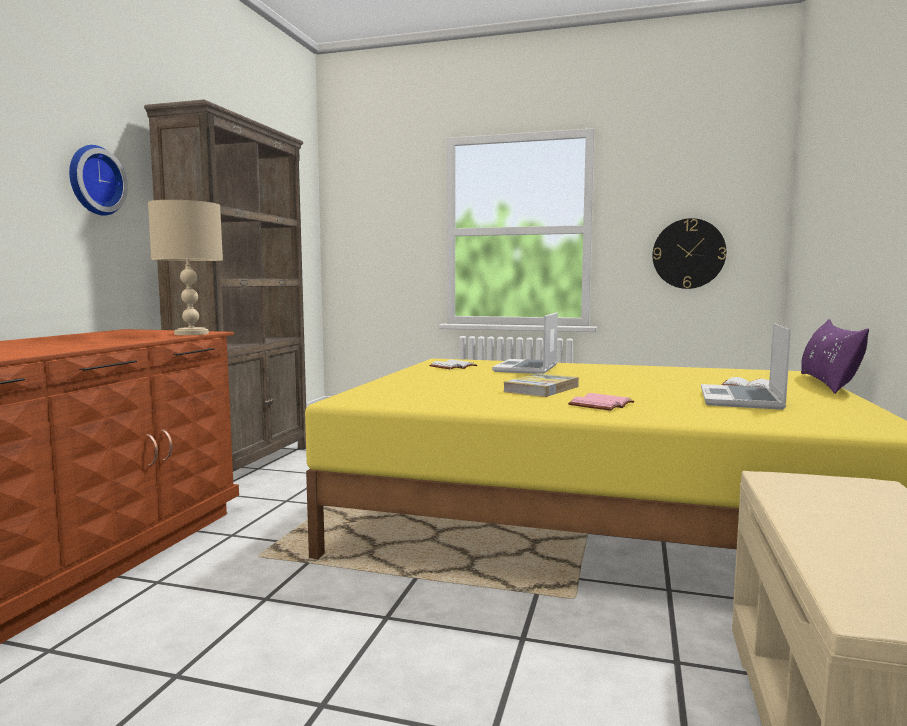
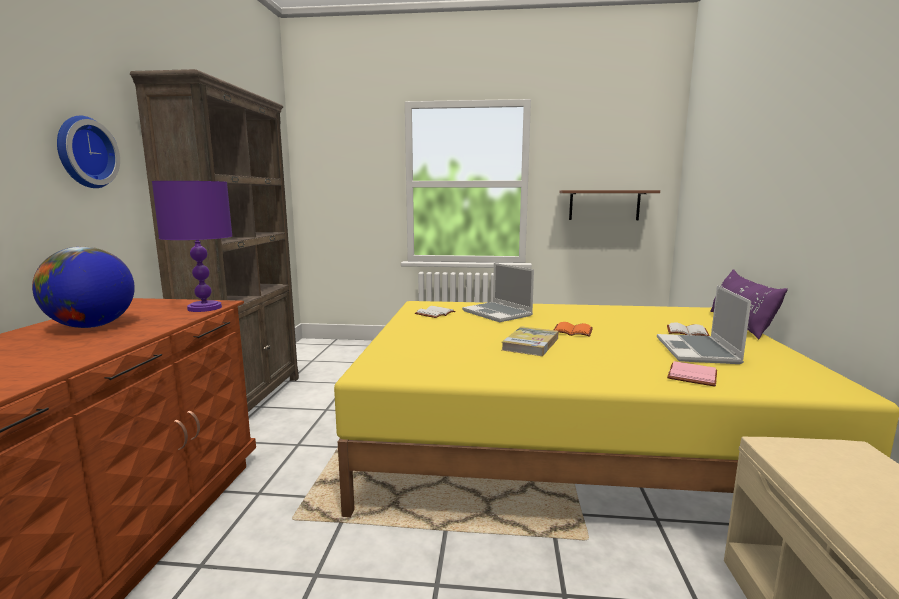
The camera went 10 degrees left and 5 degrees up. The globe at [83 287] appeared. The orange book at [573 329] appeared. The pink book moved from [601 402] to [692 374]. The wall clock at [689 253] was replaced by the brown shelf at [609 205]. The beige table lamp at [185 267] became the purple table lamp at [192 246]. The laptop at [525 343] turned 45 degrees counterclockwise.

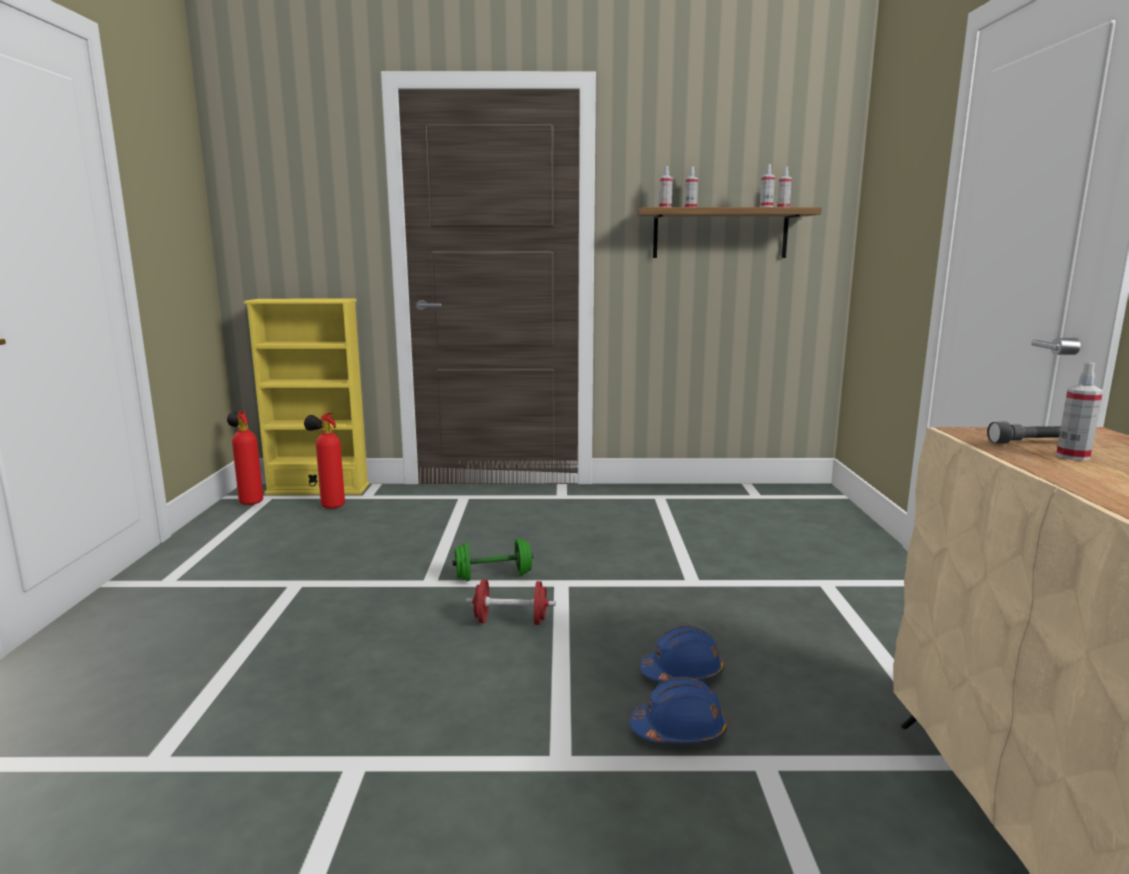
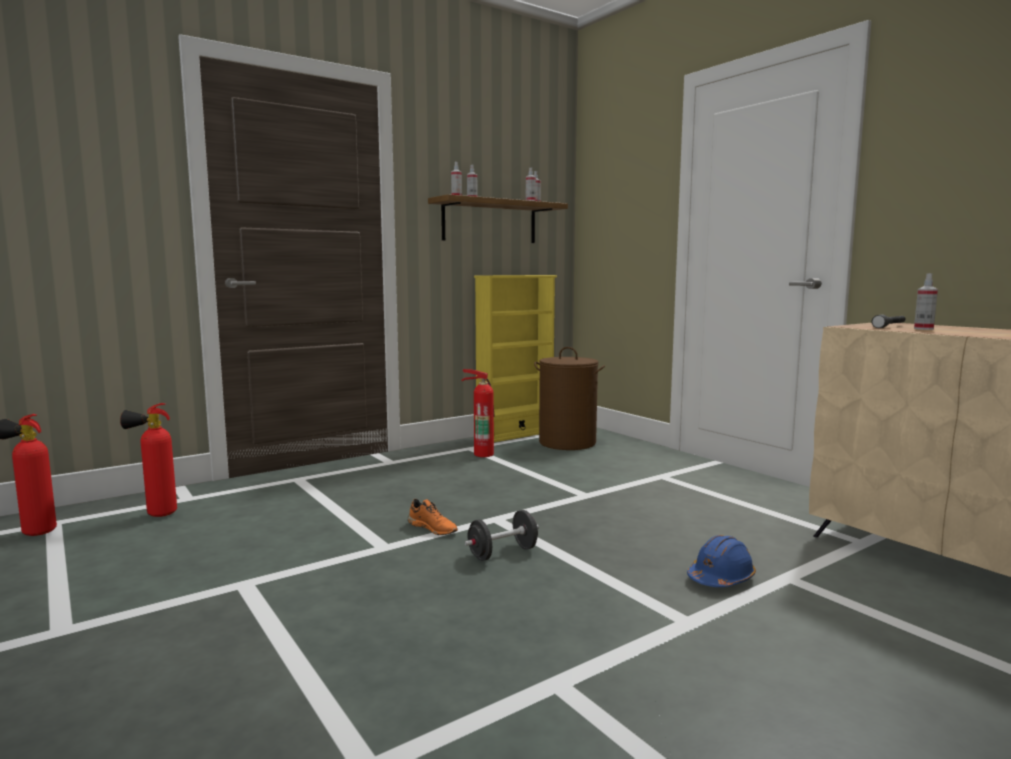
The camera went 35 degrees left and 5 degrees down. The blue hard hat at [682 654] disappeared. The fire extinguisher at [478 413] appeared. The brown laundry basket at [569 398] appeared. The yellow bookcase moved from [306 397] to [515 358]. The green dumbbell at [492 559] was replaced by the orange shoe at [433 517]. The red dumbbell at [511 602] became the black dumbbell at [502 535].

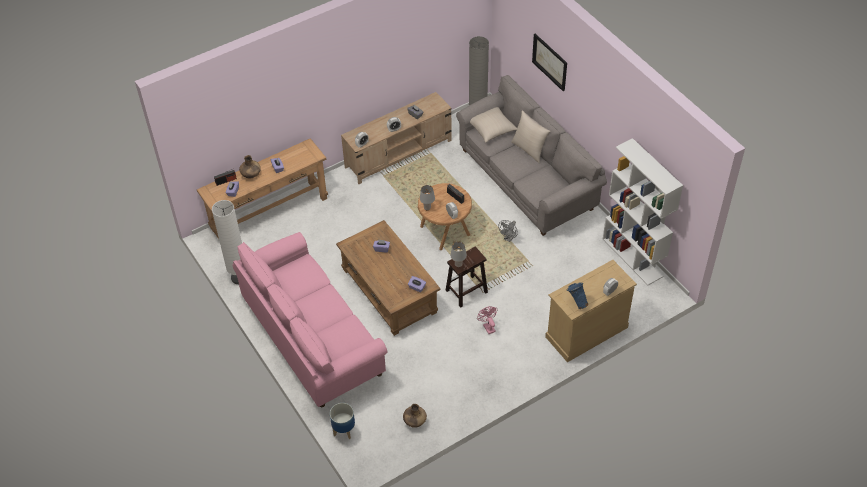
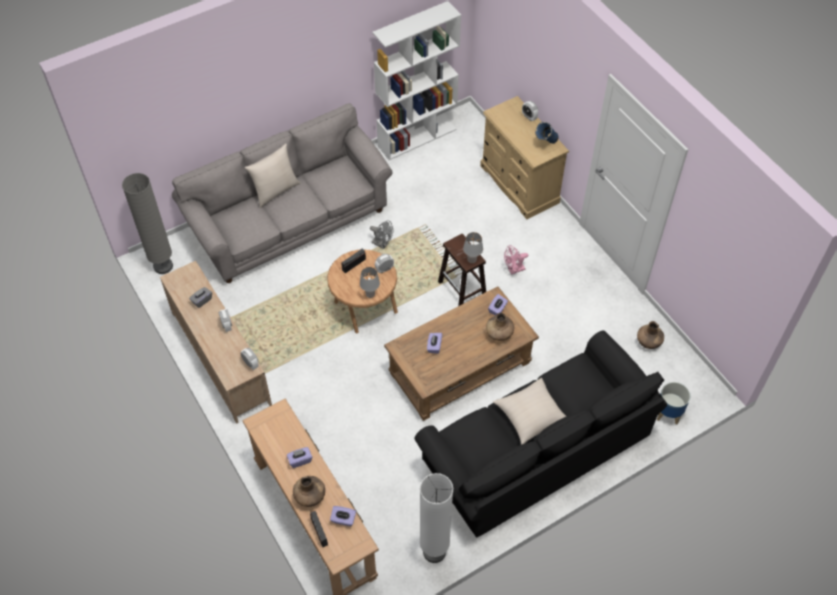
The camera went 90 degrees left and 5 degrees up. The picture at [549 62] disappeared. The brown vase at [500 327] appeared. The beige pillow moved from [493 125] to [529 411]. The pink sofa at [310 319] became the black sofa at [540 434].

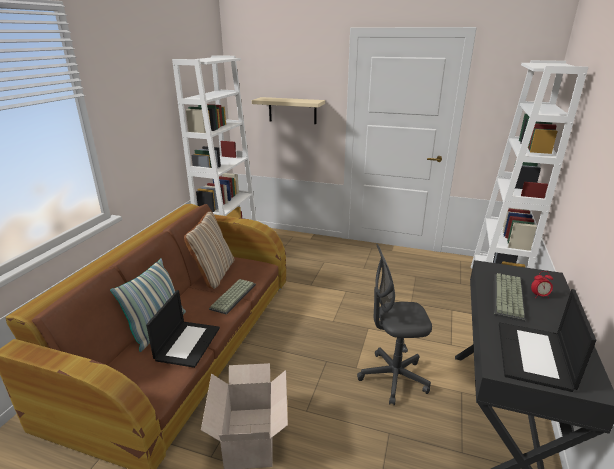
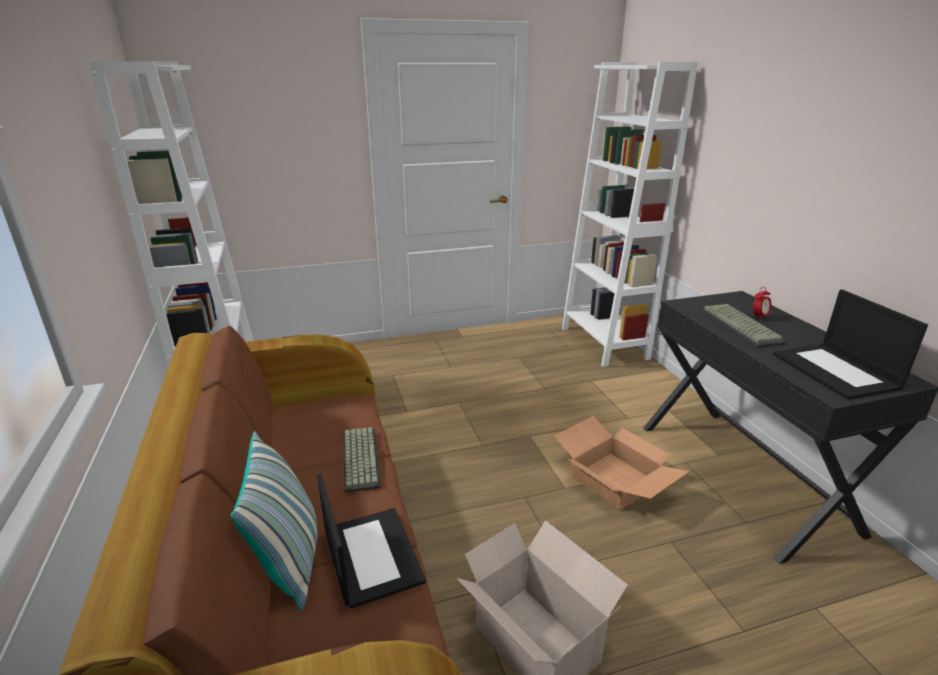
The camera went 35 degrees left and 0 degrees up. The beige pillow at [209 250] disappeared. The beige shelf at [288 110] disappeared. The grey office chair at [394 324] was replaced by the cardboard box at [622 463].

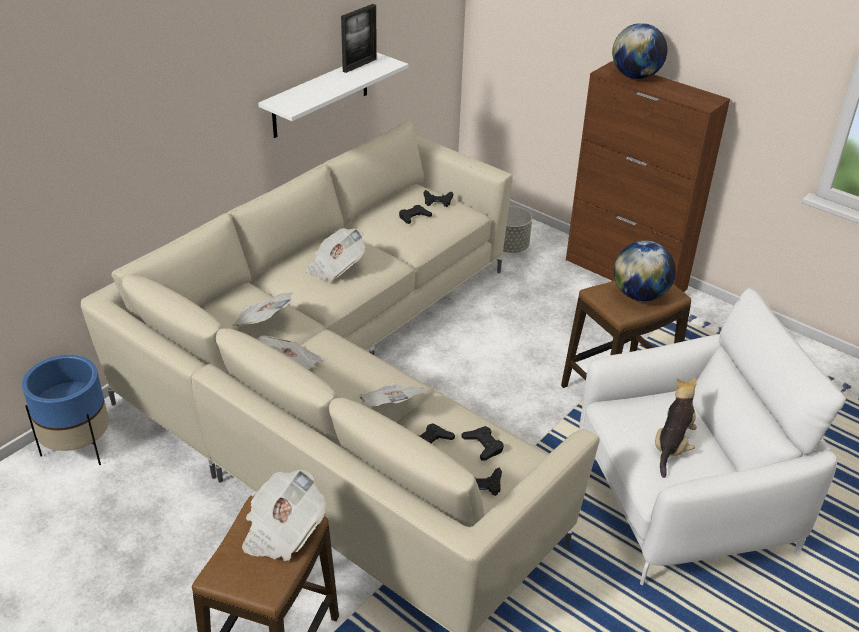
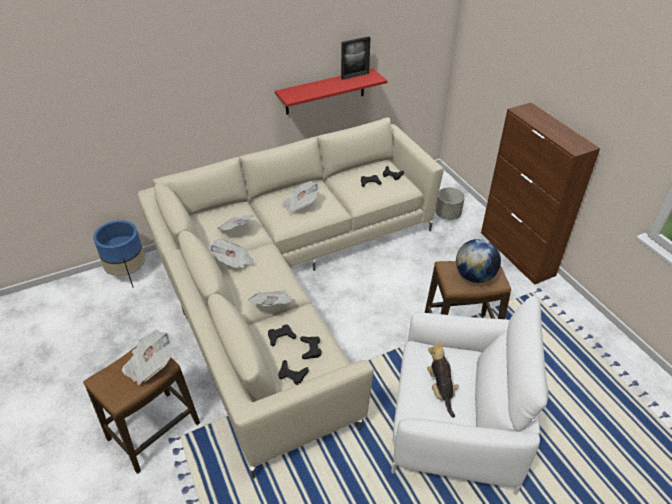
The camera went 25 degrees right and 5 degrees up. The globe at [640 51] disappeared. The white shelf at [333 95] became the red shelf at [331 91]. The plush toy at [676 427] turned 60 degrees counterclockwise.

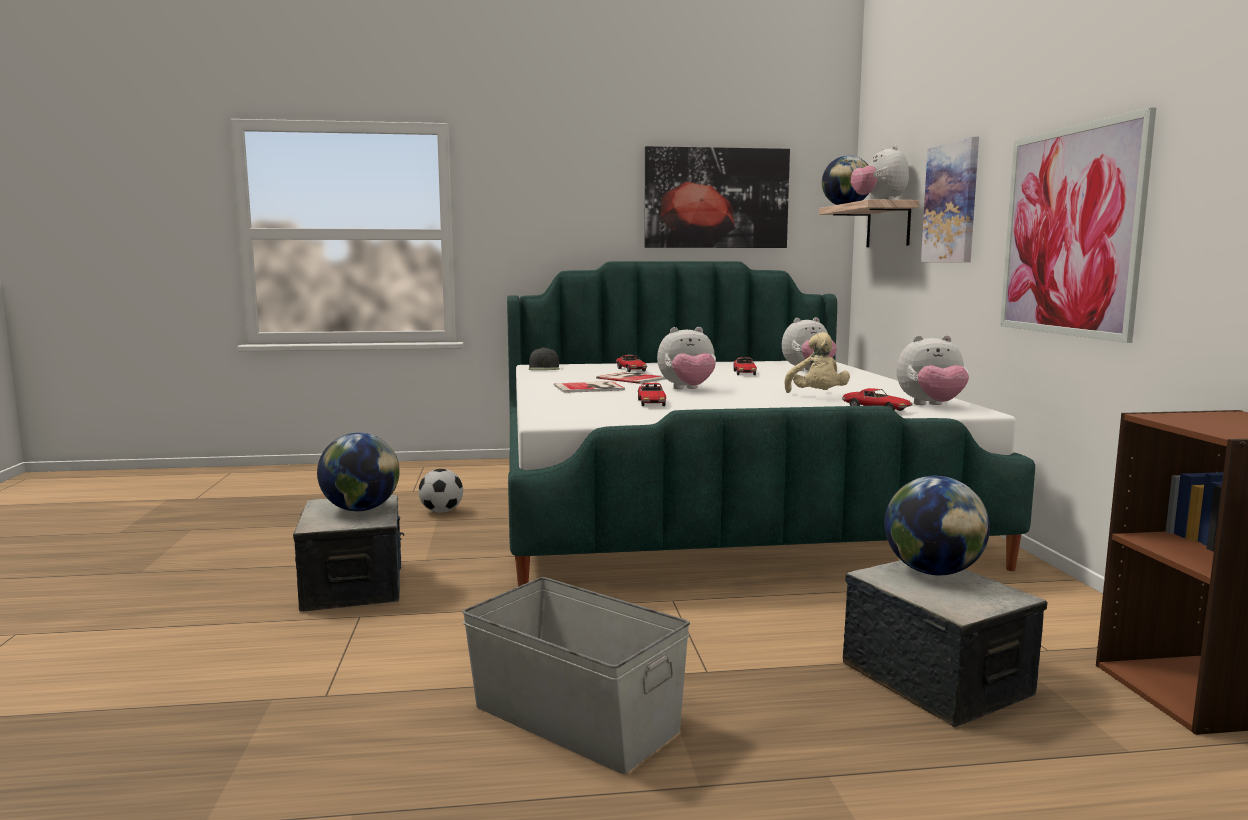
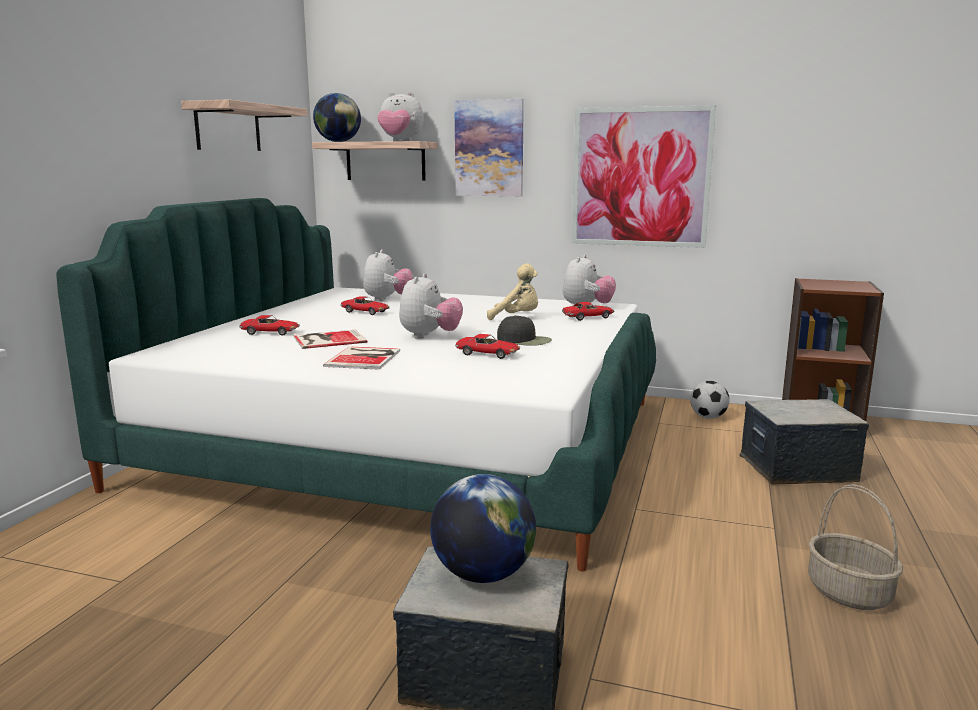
The camera went 65 degrees left and 5 degrees up. The globe at [937 525] disappeared. The football moved from [440 491] to [710 400]. The black cap moved from [544 358] to [524 330]. The grey storage box at [576 675] was replaced by the basket at [855 547]. The picture at [717 197] was replaced by the shelf at [244 125].

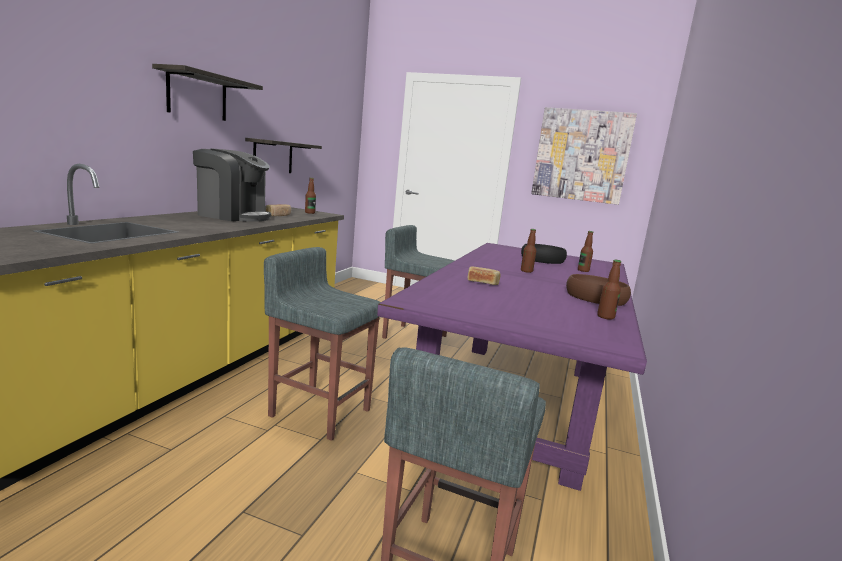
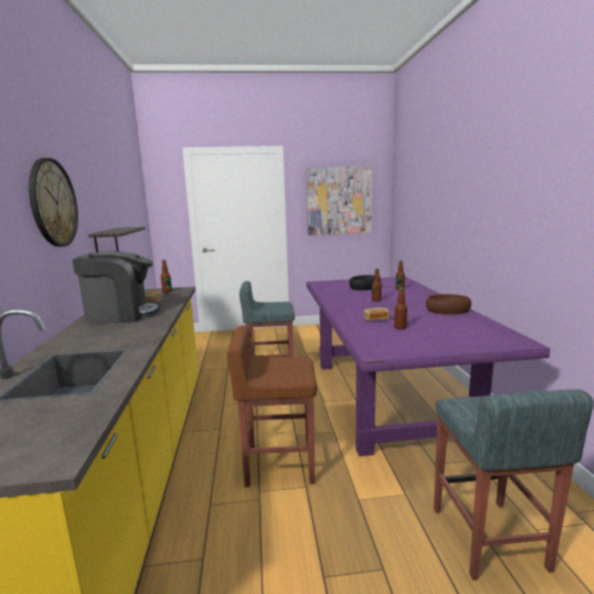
The camera went 25 degrees left and 0 degrees up. The bottle moved from [609 290] to [400 308]. The shelf at [207 92] was replaced by the wall clock at [53 202]. The grey stool at [322 344] became the brown stool at [272 406].

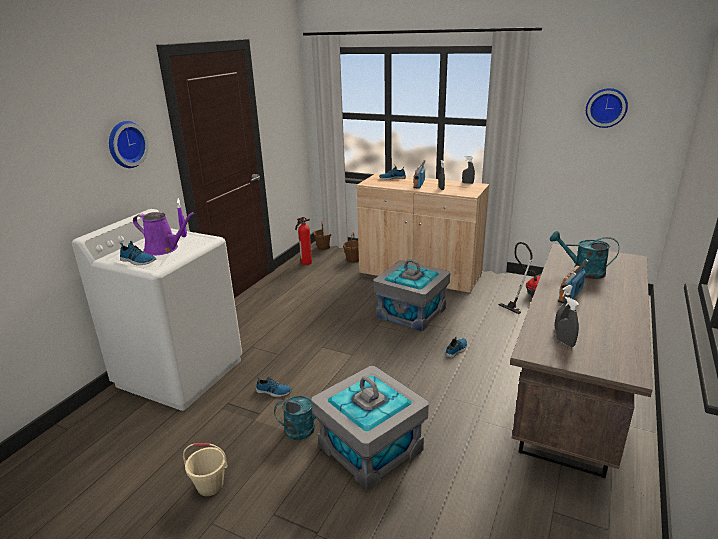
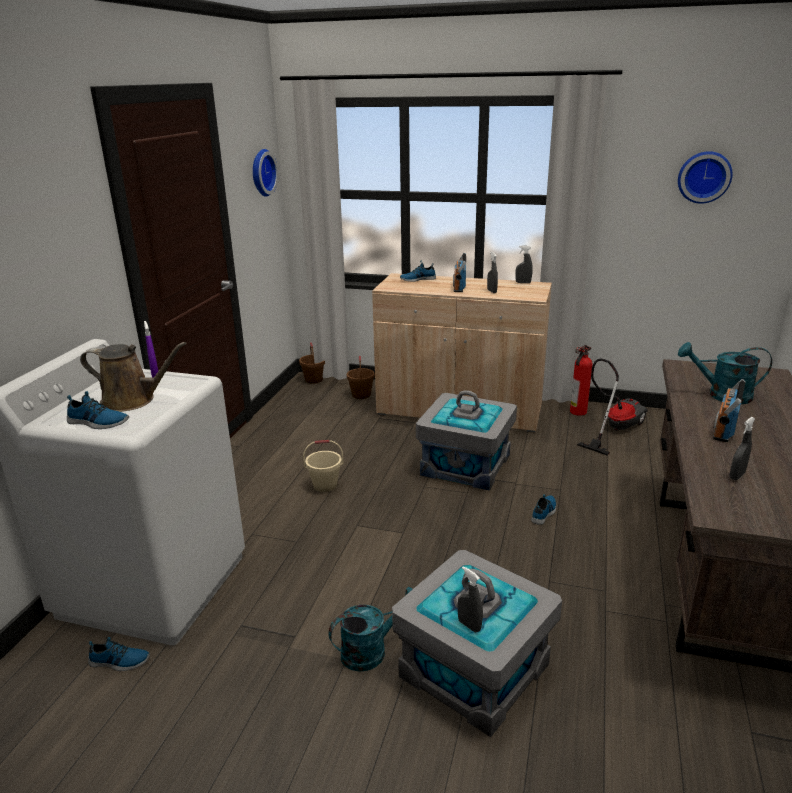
The camera went 10 degrees left and 0 degrees up. The wall clock moved from [129 144] to [265 173]. The beige bucket moved from [205 469] to [323 466]. The shoe moved from [274 386] to [119 654]. The fire extinguisher moved from [303 241] to [581 380]. The grey spray bottle moved from [568 322] to [470 599]. The purple watering can at [164 233] became the brown watering can at [133 377].

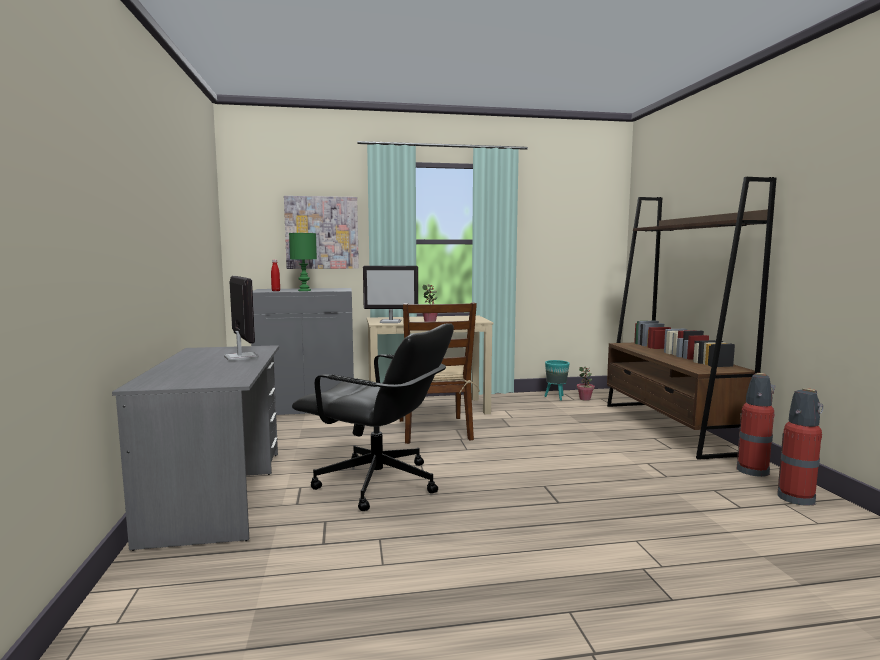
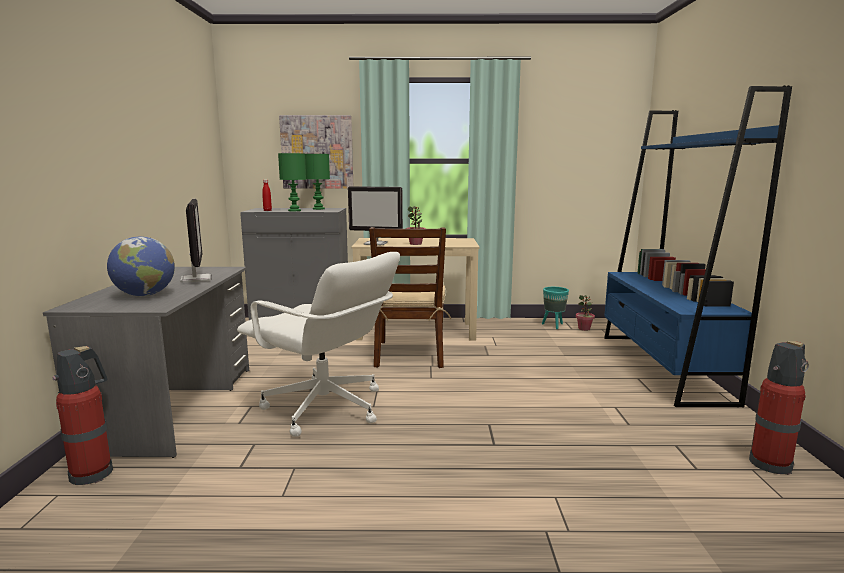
The camera went 10 degrees right and 5 degrees up. The globe at [141 266] appeared. The green table lamp at [317 182] appeared. The fire extinguisher moved from [756 425] to [82 415]. The black office chair at [373 417] became the white office chair at [318 344]. The brown bookcase at [691 318] became the blue bookcase at [698 246].

